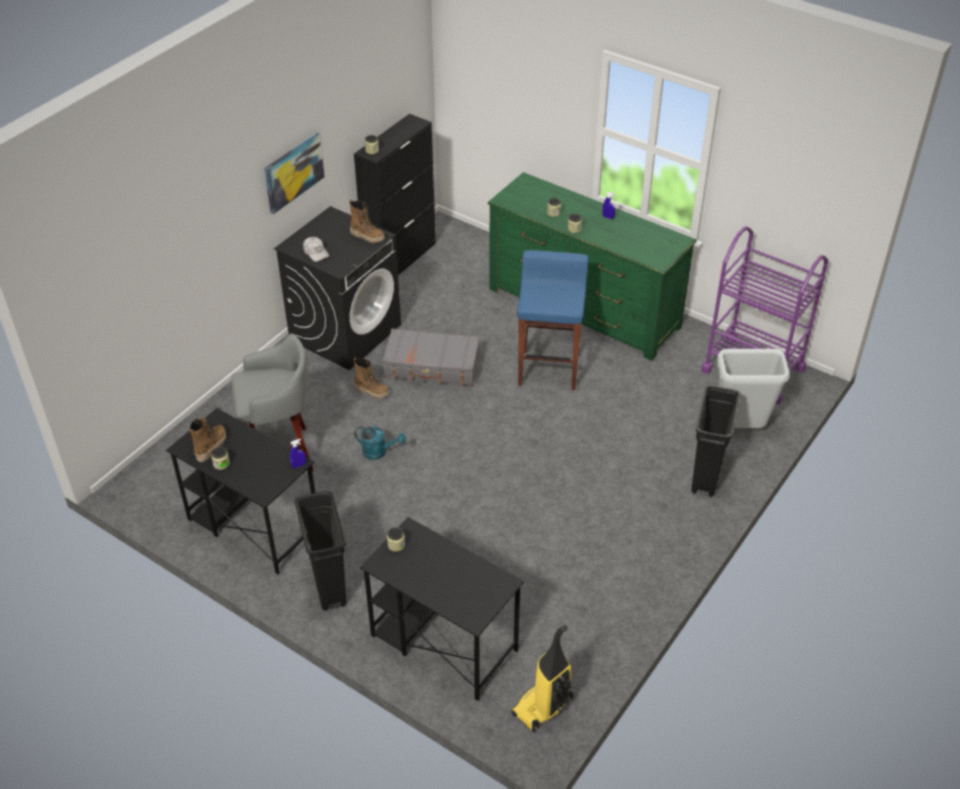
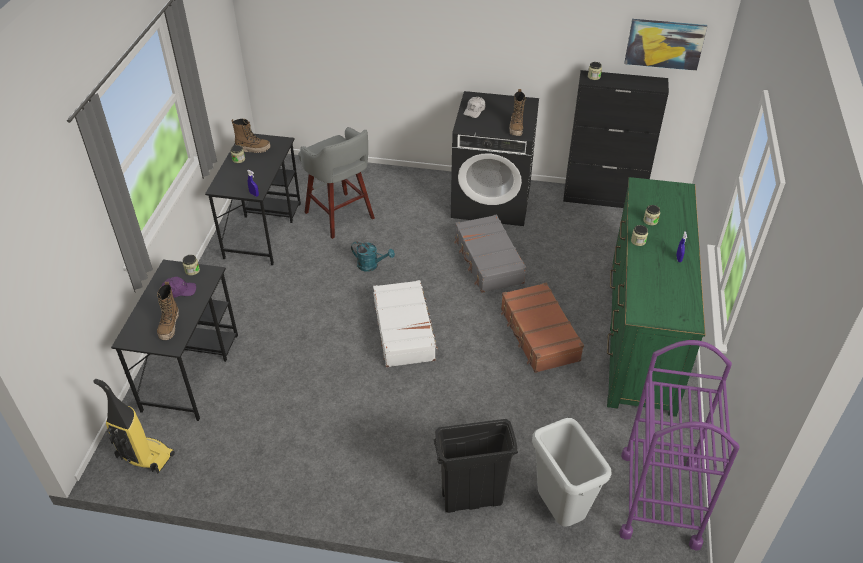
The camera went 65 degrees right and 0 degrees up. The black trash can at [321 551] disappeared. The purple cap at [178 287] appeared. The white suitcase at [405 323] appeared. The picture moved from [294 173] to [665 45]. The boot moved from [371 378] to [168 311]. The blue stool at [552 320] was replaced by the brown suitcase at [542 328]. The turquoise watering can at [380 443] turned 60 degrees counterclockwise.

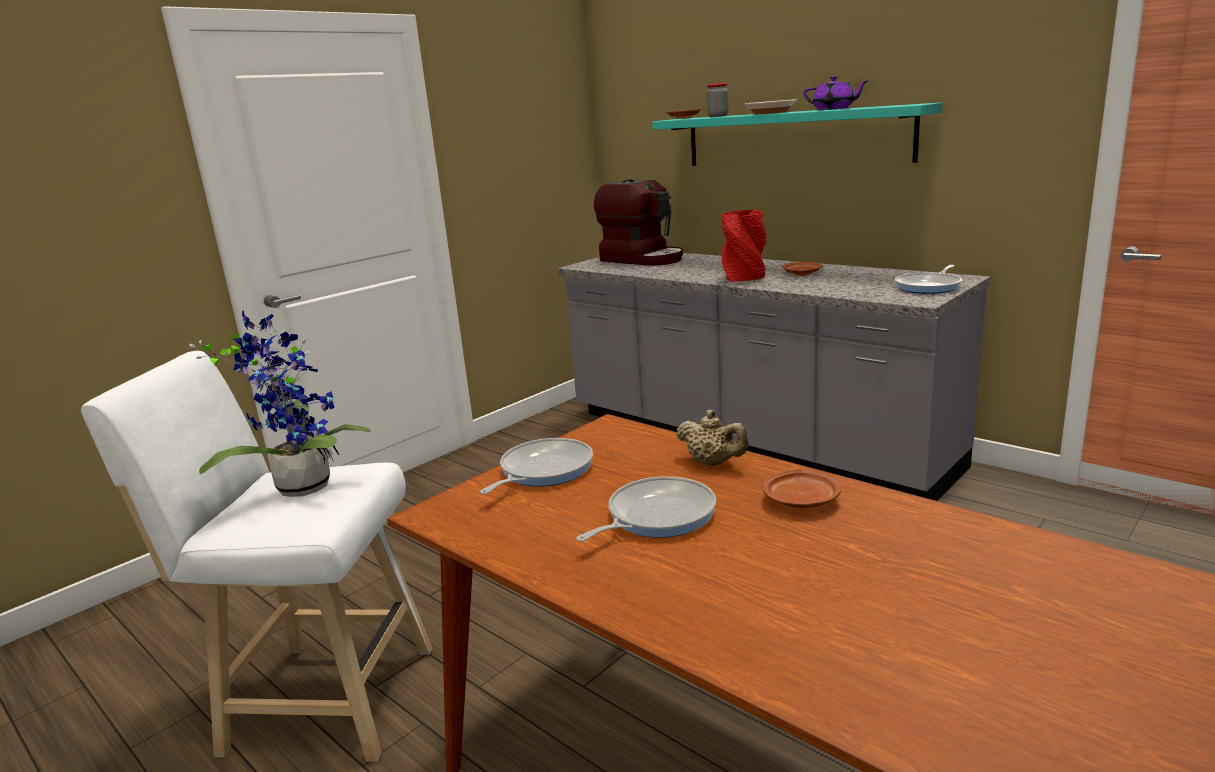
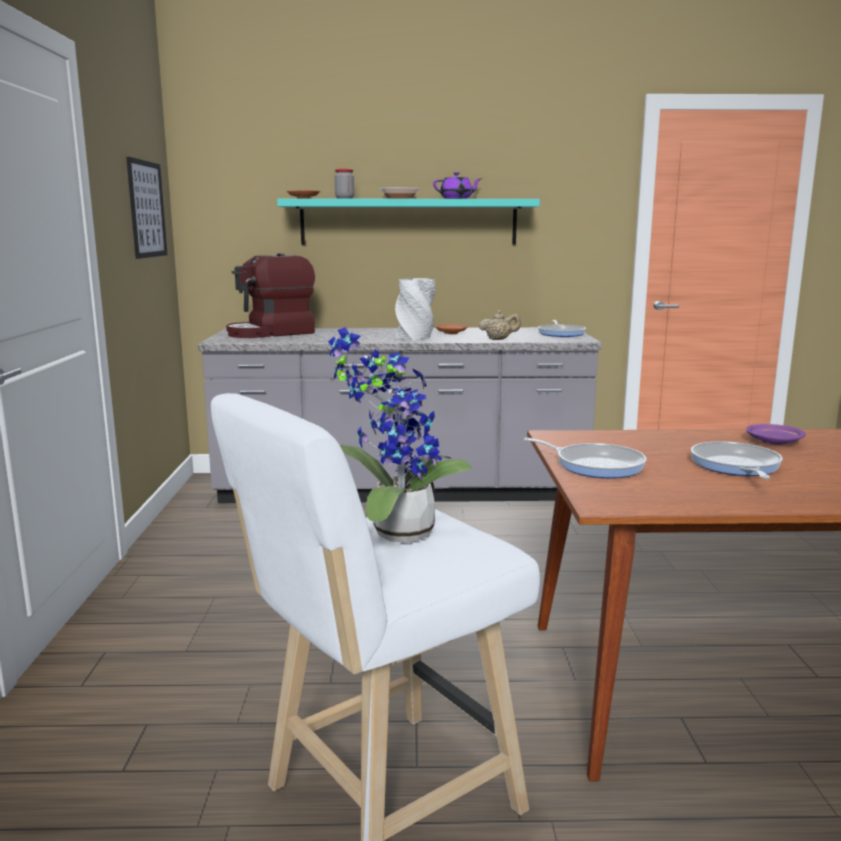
The camera went 45 degrees left and 5 degrees down. The picture at [146 208] appeared. The beige teapot moved from [712 438] to [500 325]. The red vase at [744 245] became the grey vase at [415 309]. The brown plate at [802 489] became the purple plate at [776 434]. The frying pan at [536 466] turned 135 degrees clockwise. The coffee machine at [638 223] turned 150 degrees clockwise.

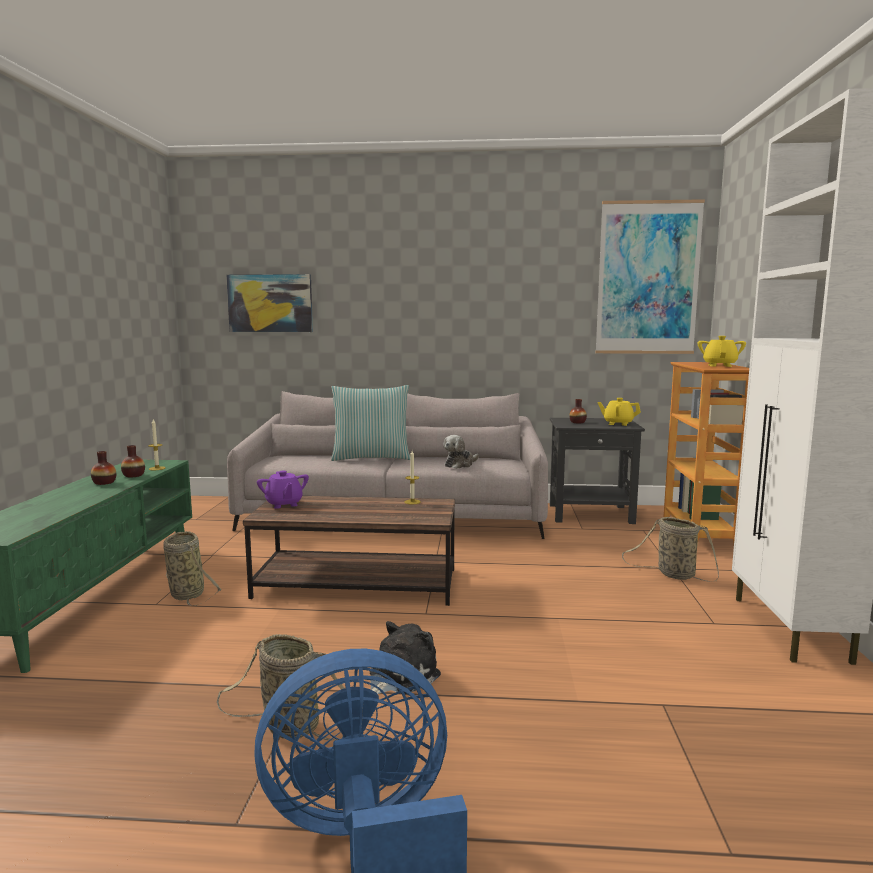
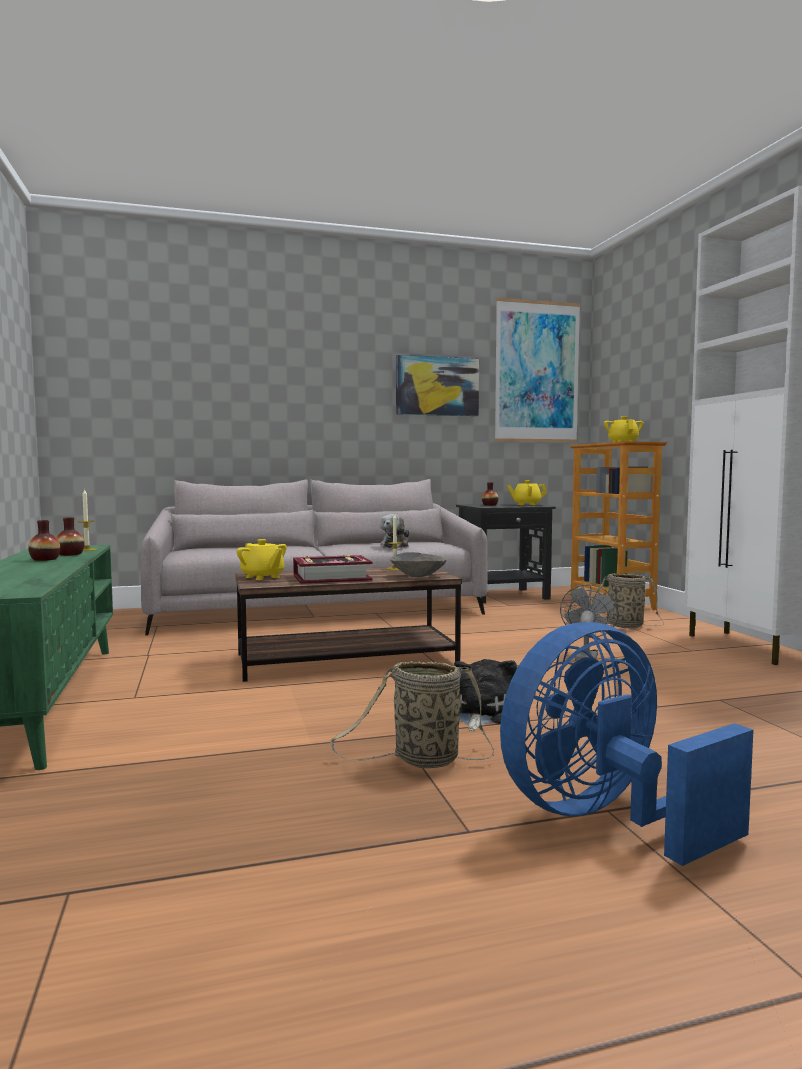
The camera went 20 degrees left and 5 degrees down. The basket at [192 568] disappeared. The pillow at [370 423] disappeared. The book at [333 569] appeared. The grey bowl at [418 564] appeared. The grey fan at [589 622] appeared. The picture moved from [269 303] to [437 385]. The purple teapot at [283 490] became the yellow teapot at [262 559].

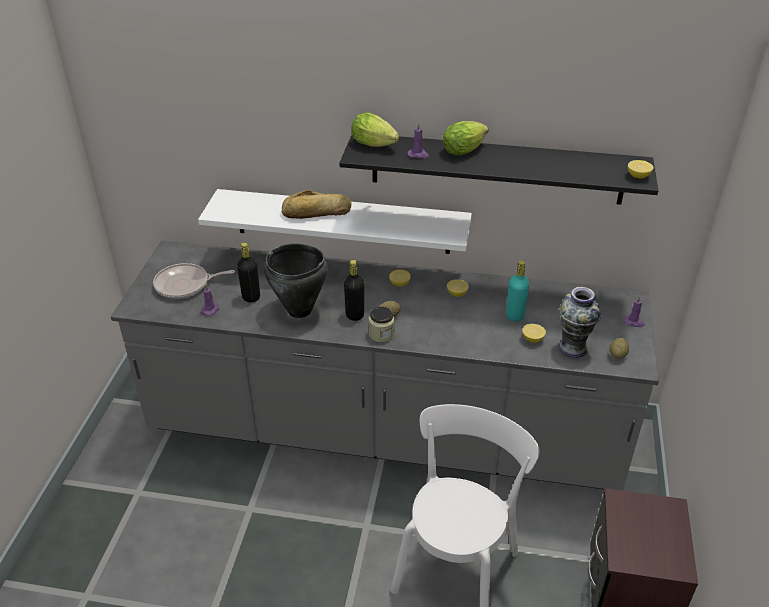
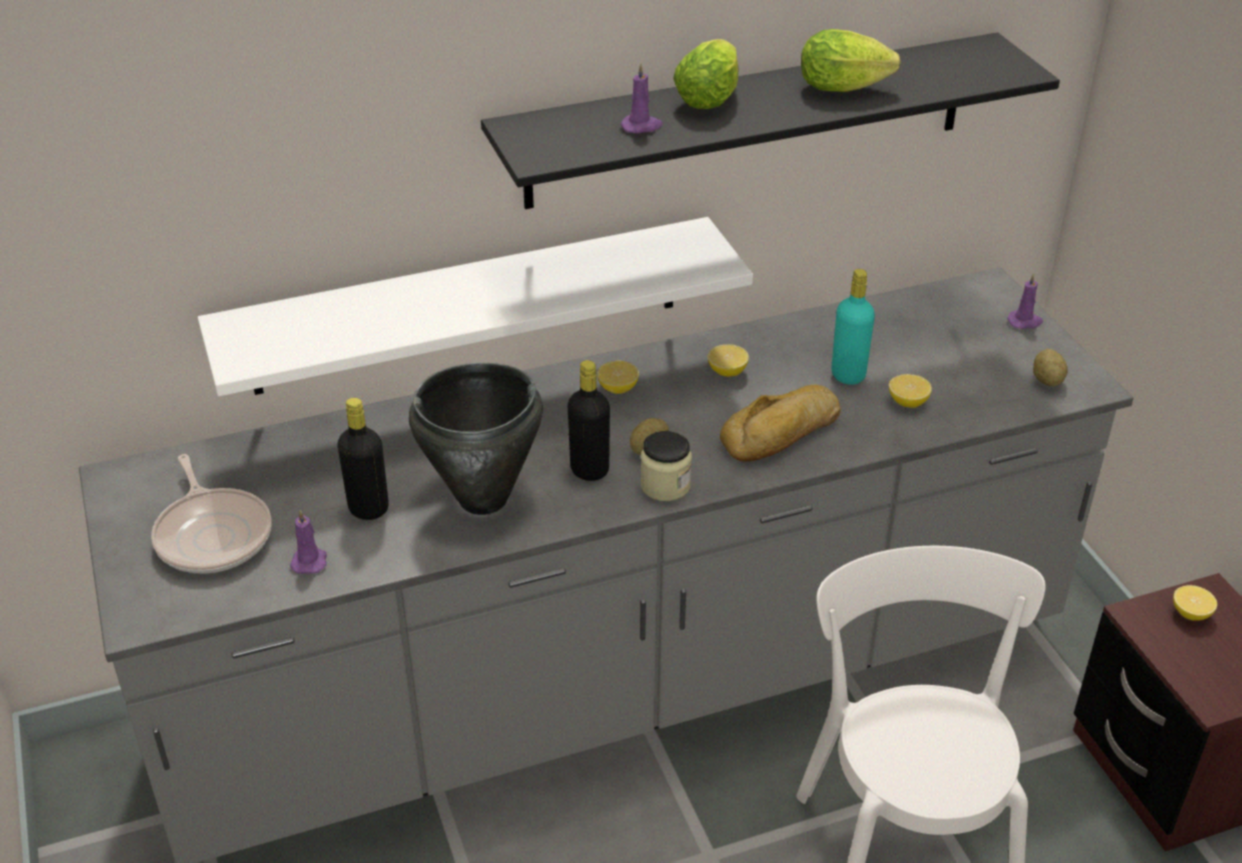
The camera went 30 degrees left and 0 degrees up. The vase at [580 322] disappeared. The bread moved from [316 204] to [780 423]. The lettuce moved from [375 129] to [851 60]. The lemon moved from [640 169] to [1195 603]. The frying pan at [194 281] turned 75 degrees counterclockwise.

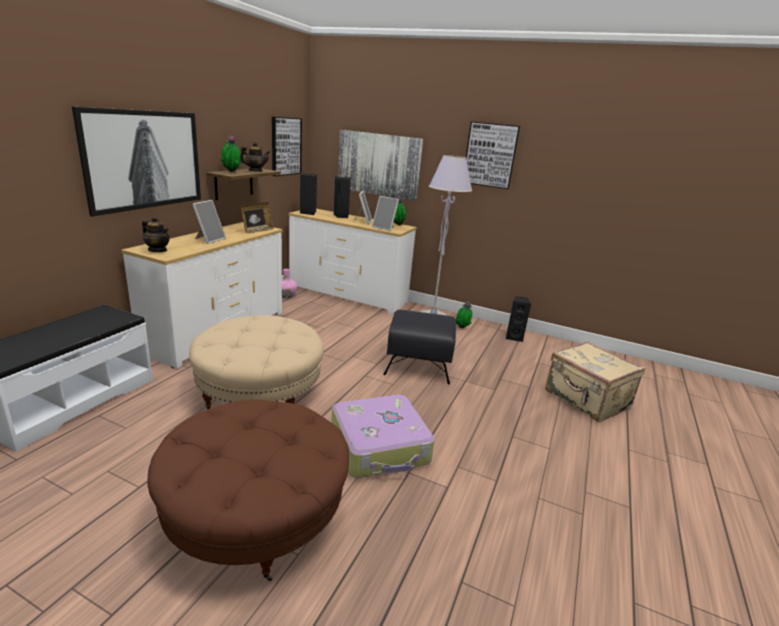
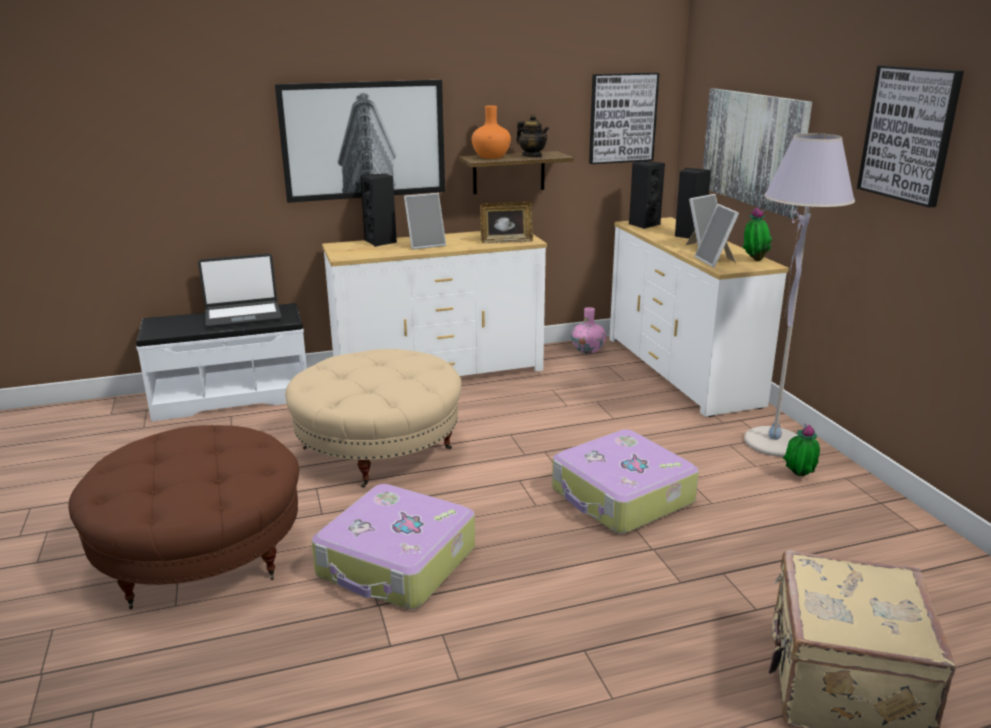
The camera went 50 degrees right and 0 degrees up. The teapot at [156 234] disappeared. The laptop at [240 290] appeared. The black speaker moved from [518 319] to [378 210]. The potted plant at [231 154] was replaced by the orange vase at [491 132]. The black ottoman at [419 347] was replaced by the suitcase at [625 481].

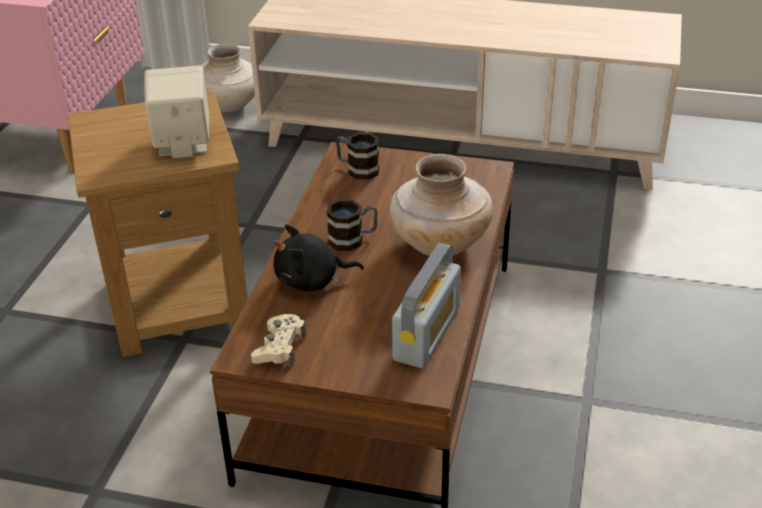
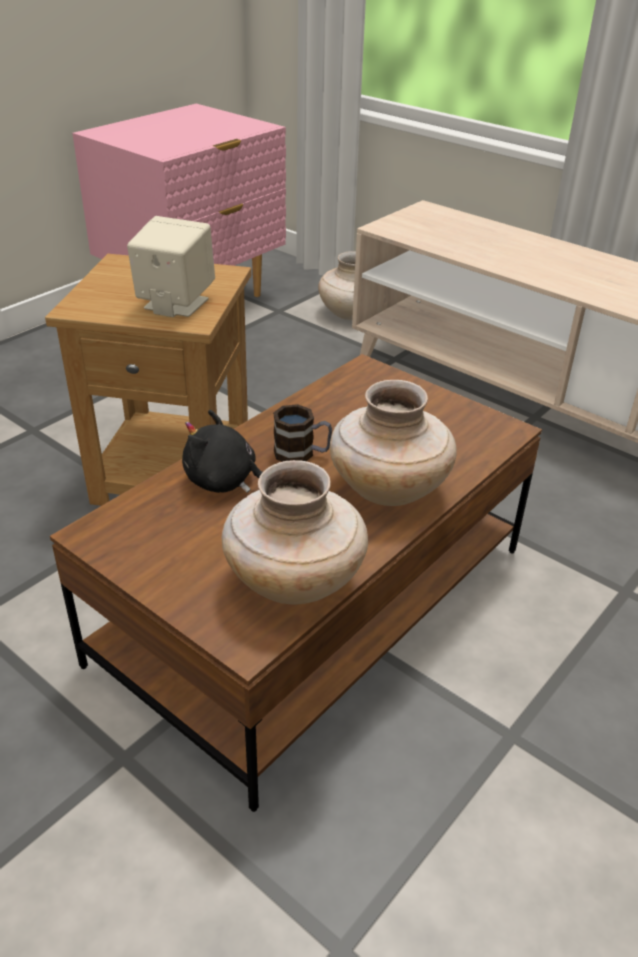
The camera went 25 degrees right and 0 degrees up. The beige game controller at [278 340] disappeared. The mug at [357 156] disappeared. The radio at [426 305] was replaced by the beige vase at [295 532].

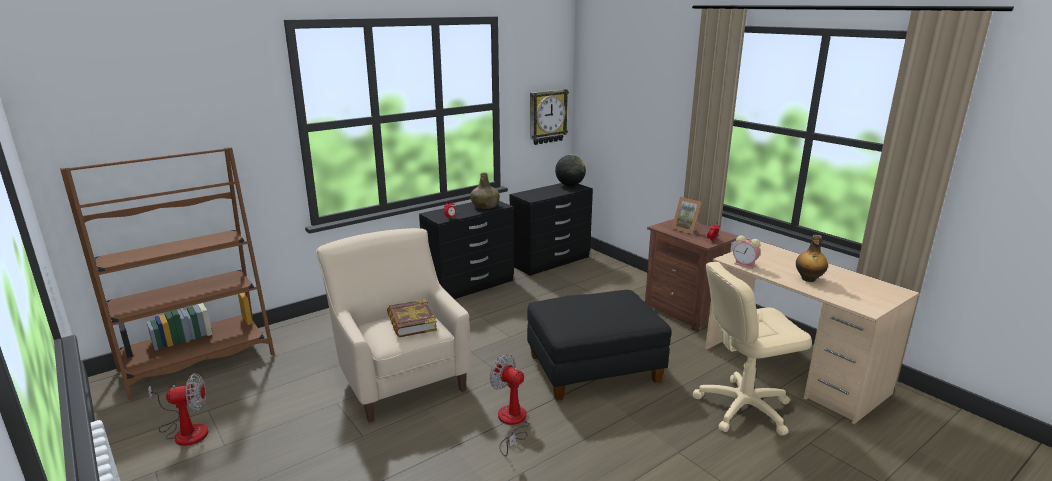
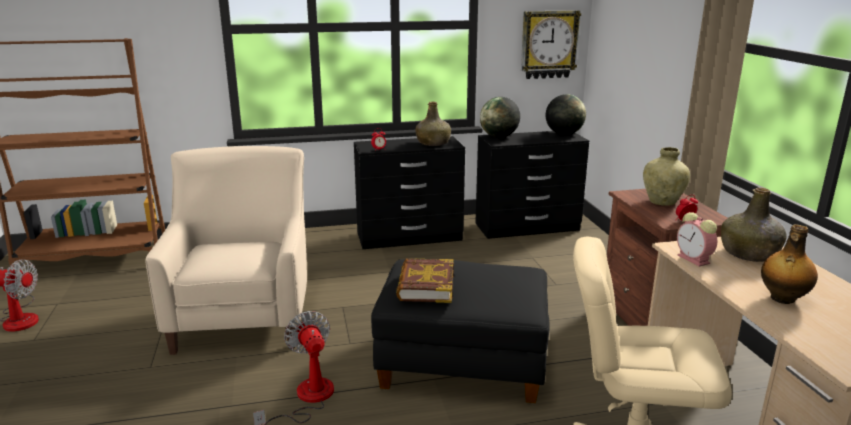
The camera went 25 degrees right and 0 degrees up. The globe at [500 117] appeared. The green bottle at [754 225] appeared. The book moved from [412 318] to [425 280]. The picture frame at [687 215] was replaced by the beige vase at [666 176].

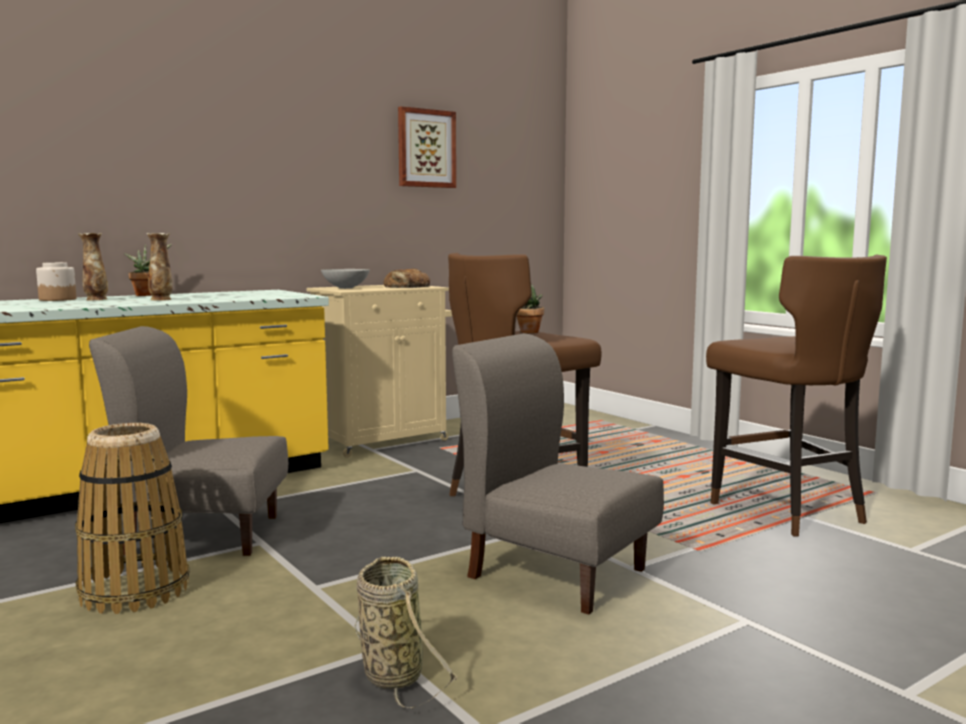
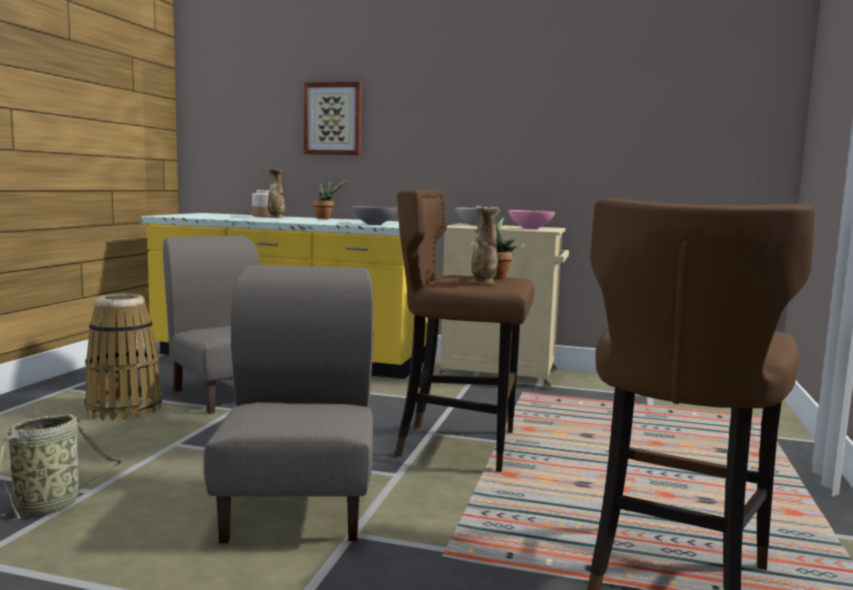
The camera went 50 degrees right and 0 degrees up. The grey bowl at [374 215] appeared. The vase moved from [160 267] to [485 245]. The picture moved from [427 147] to [333 118]. The bread at [407 278] was replaced by the pink bowl at [531 219].

